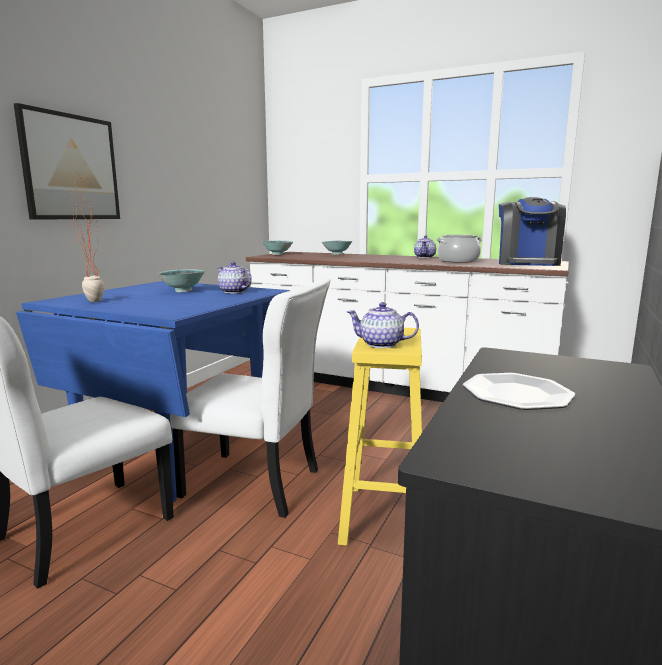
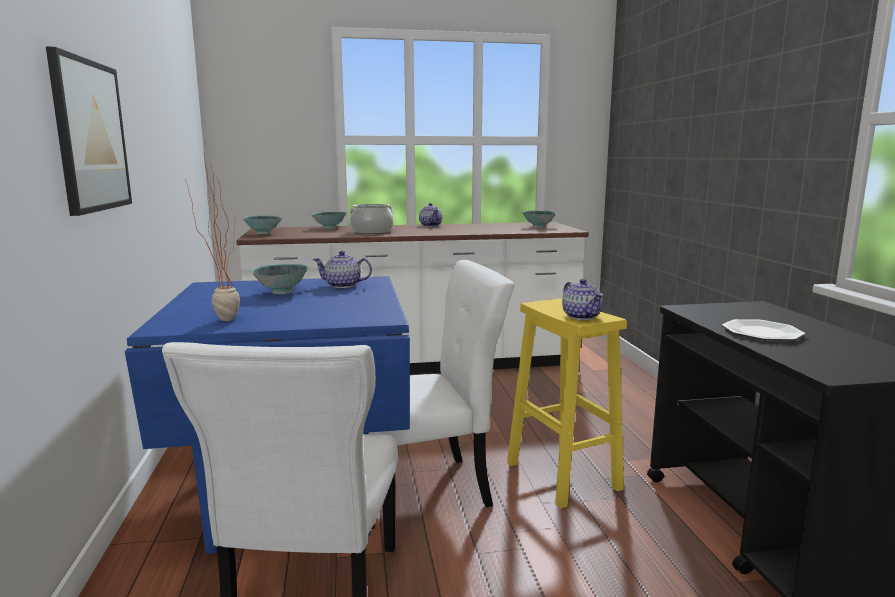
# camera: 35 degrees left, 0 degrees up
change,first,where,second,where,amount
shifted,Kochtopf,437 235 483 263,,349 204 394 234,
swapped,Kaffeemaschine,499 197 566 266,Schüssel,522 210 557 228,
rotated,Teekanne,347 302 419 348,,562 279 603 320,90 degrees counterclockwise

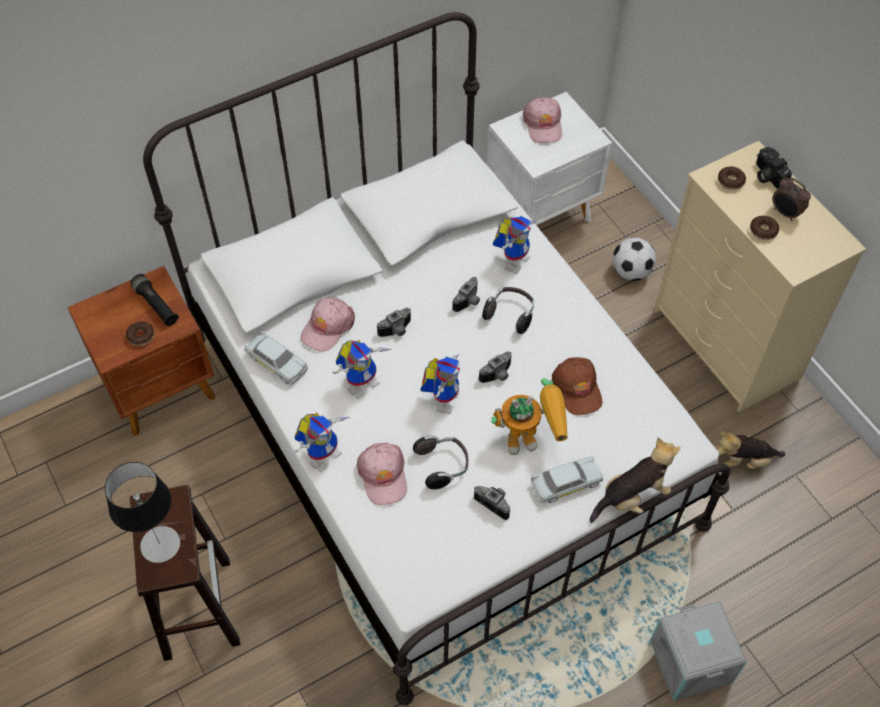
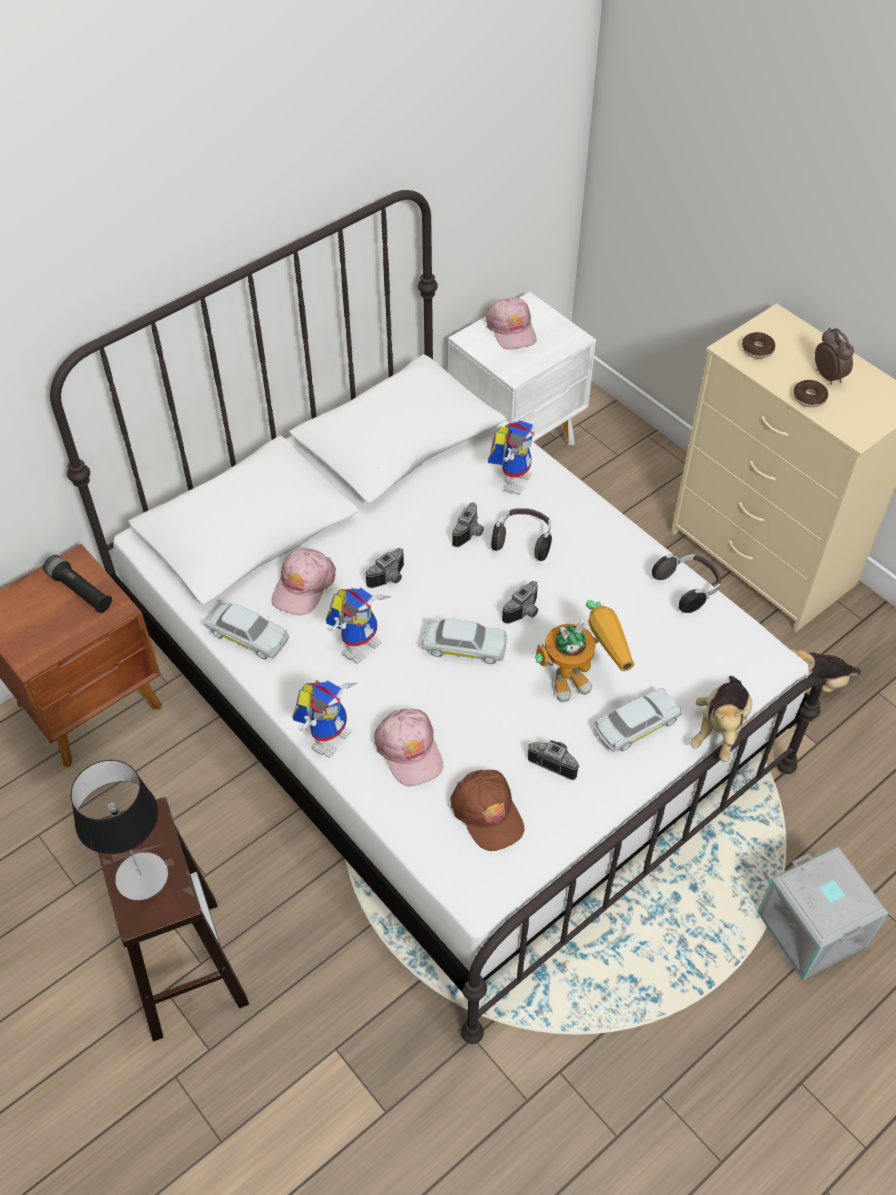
# camera: 10 degrees left, 5 degrees down
change,first,where,second,where,amount
gone,Donut,126 321 154 346,,,
gone,Fußball,613 237 656 281,,,
gone,Kamera,756 147 792 189,,,
shifted,Kopfhörer,413 436 468 489,,652 554 721 613,
shifted,Kappe [braun],552 357 602 415,,450 770 524 851,
swapped,Spielzeugroboter,421 354 460 414,Spielzeugauto [weiß],422 618 507 664,
rotated,Plüschtier,589 437 681 523,,690 676 752 762,150 degrees clockwise
rotated,Wecker,772 177 811 221,,815 328 854 385,150 degrees counterclockwise

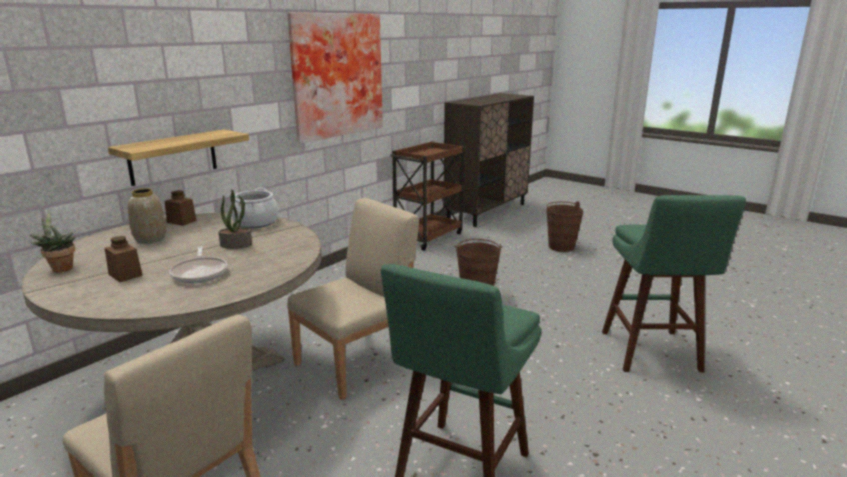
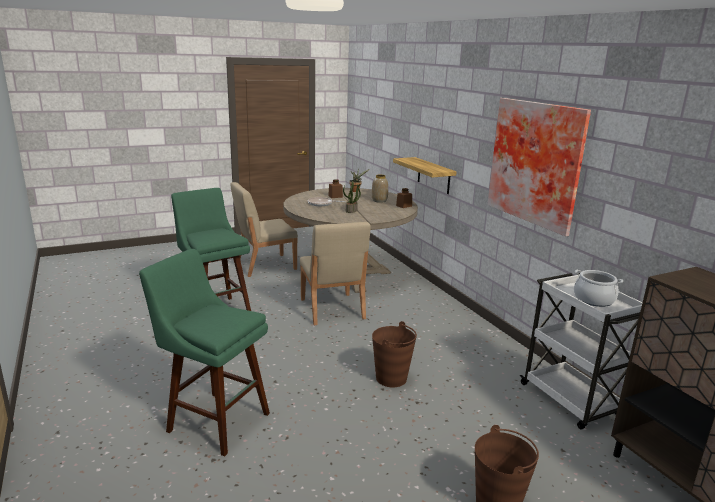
# camera: 115 degrees right, 0 degrees up
change,first,where,second,where,amount
shifted,Kochtopf,231 188 278 229,,574 270 623 307,
repainted,Rollwagen [braun],390 141 465 251,Rollwagen [weiß],519 273 643 429,

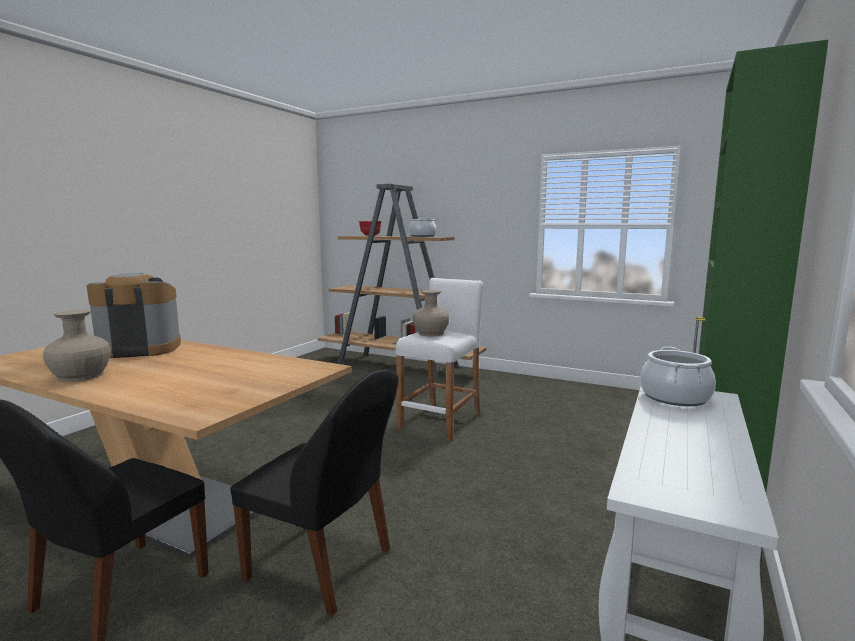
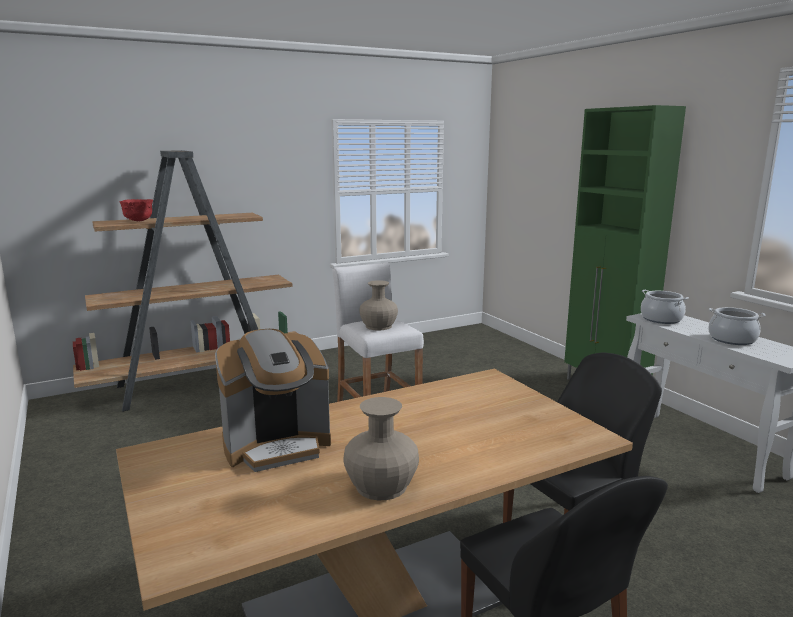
# camera: 55 degrees left, 5 degrees up
change,first,where,second,where,amount
shifted,Kochtopf,409 218 436 237,,708 307 766 345,
rotated,Kaffeemaschine,87 273 181 358,,215 329 331 472,135 degrees counterclockwise

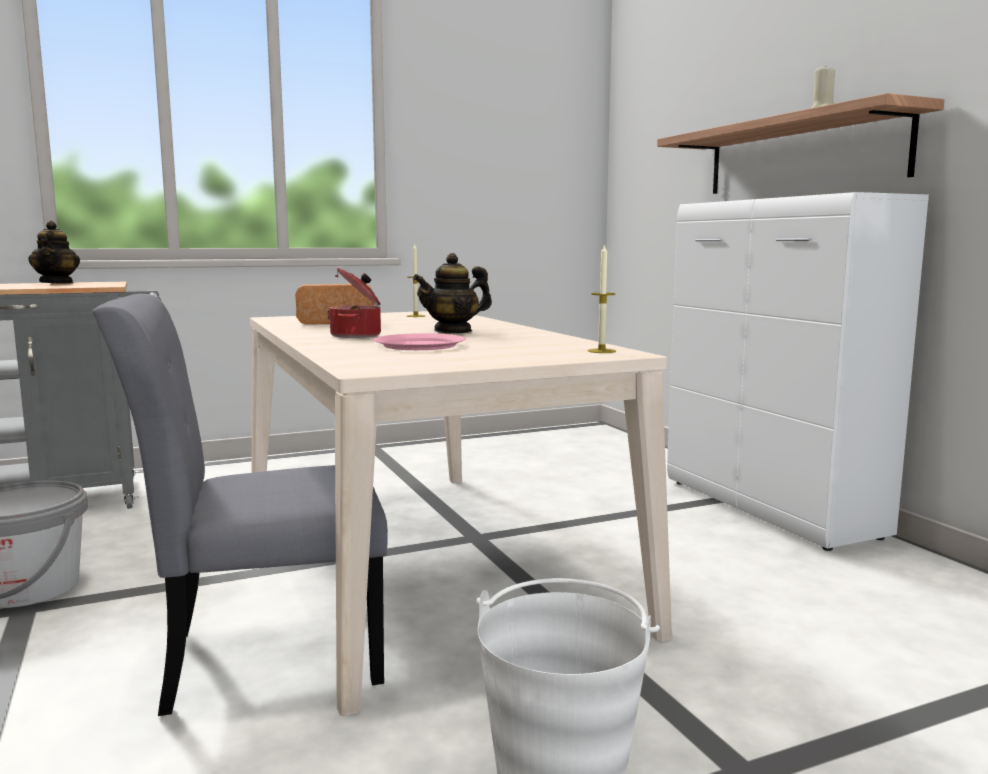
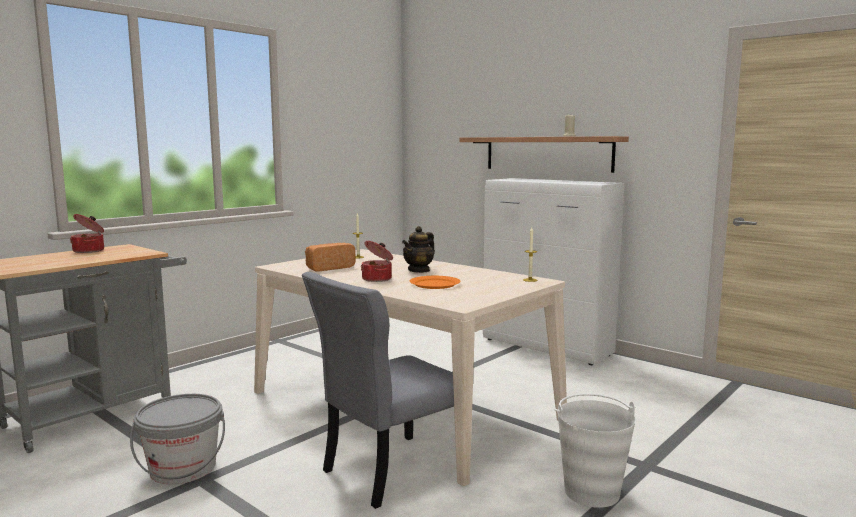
# camera: 25 degrees left, 0 degrees up
change,first,where,second,where,amount
swapped,Teekanne,28 221 80 284,Kochtopf,70 214 104 253,
repainted,Teller [rosa],374 333 466 350,Teller [orange],410 276 461 289,

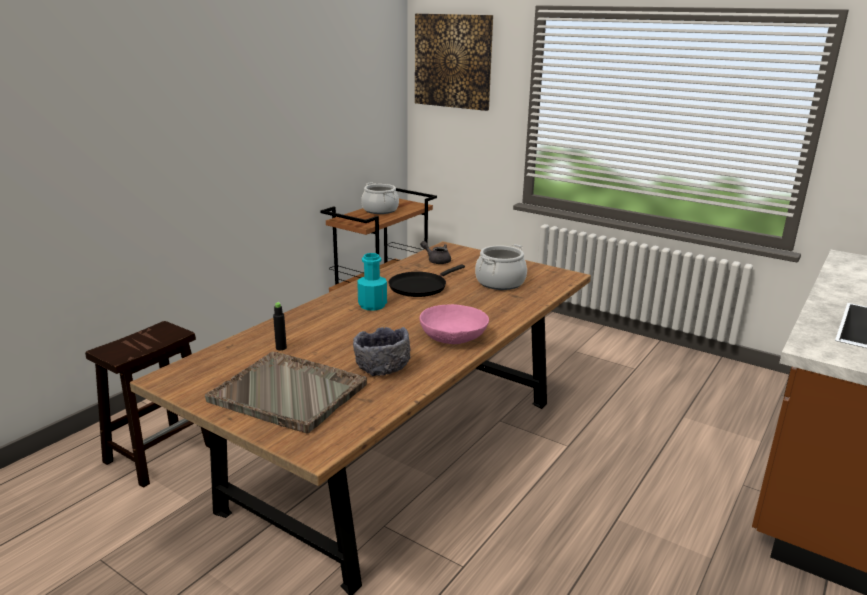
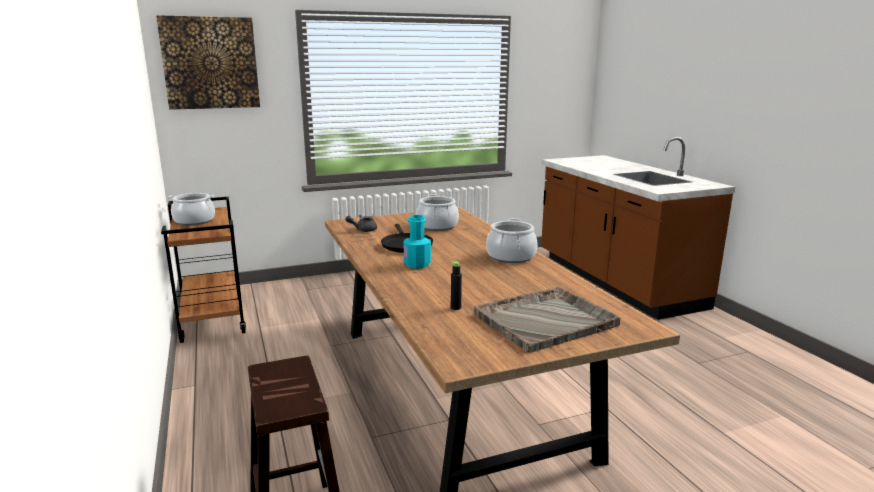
# camera: 55 degrees left, 5 degrees down
change,first,where,second,where,amount
gone,Schüssel [grau],353 327 411 376,,,
swapped,Schüssel [rosa],420 304 489 344,Kochtopf,486 218 538 263,

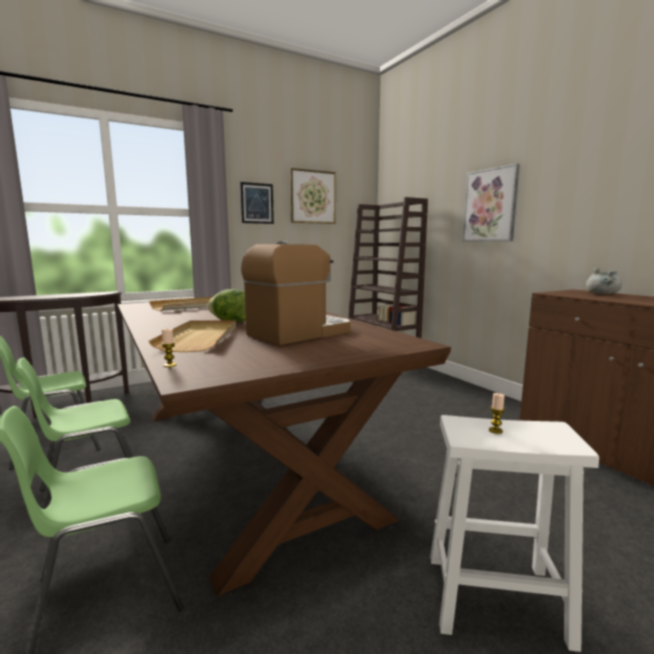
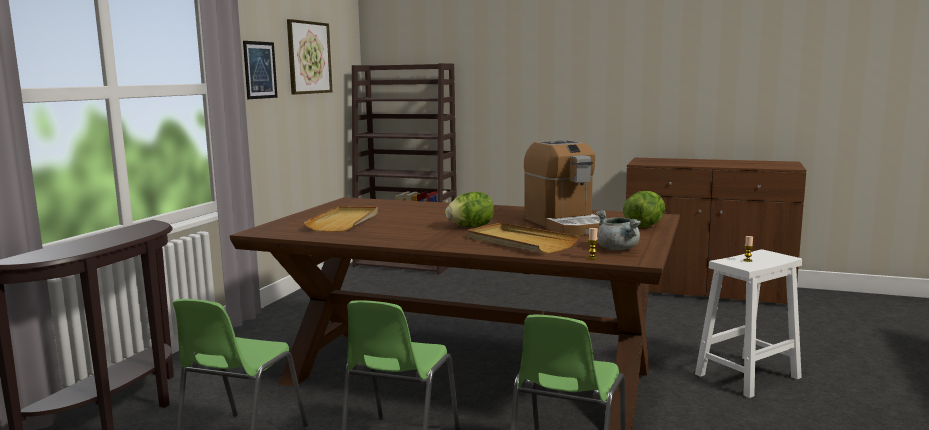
# camera: 40 degrees left, 0 degrees up
change,first,where,second,where,amount
gone,Bild,463 163 520 242,,,
new,,,Salatkopf,623 191 665 227,
shifted,Kochtopf [grau],586 268 622 294,,596 210 641 250,
rotated,Kaffeemaschine,241 242 351 346,,524 140 606 236,150 degrees clockwise

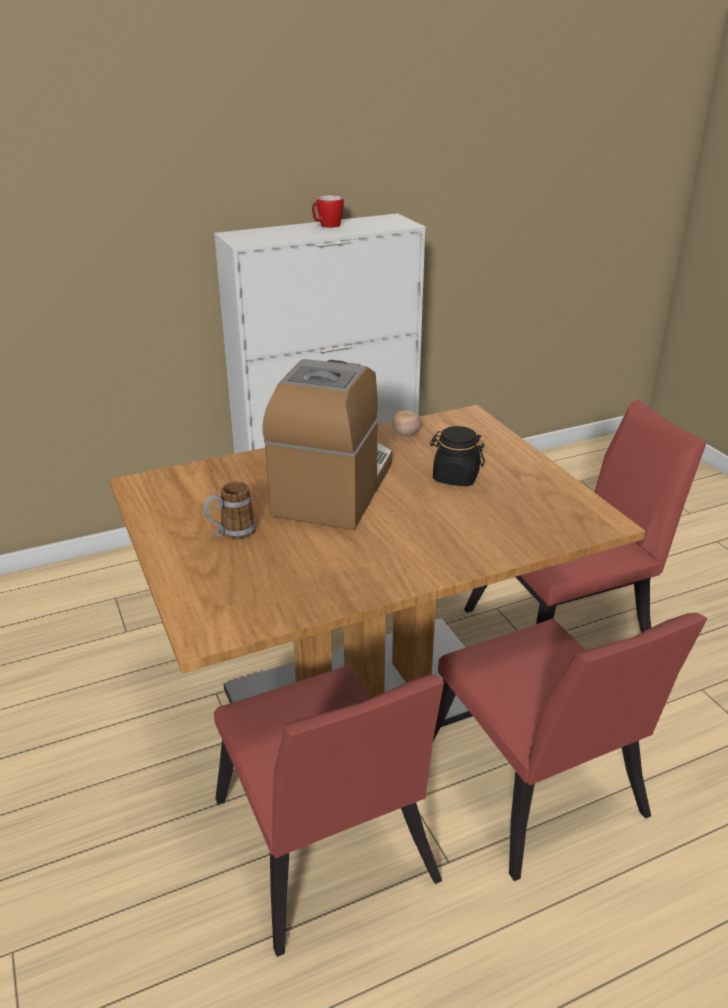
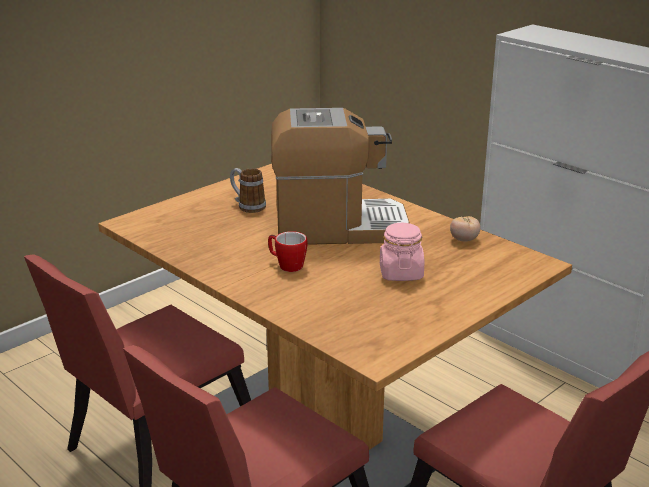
# camera: 70 degrees right, 5 degrees down
change,first,where,second,where,amount
shifted,Henkelbecher,312 195 344 228,,268 231 307 272,
repainted,Vorratsglas [schwarz],430 426 485 486,Vorratsglas [rosa],380 223 424 281,

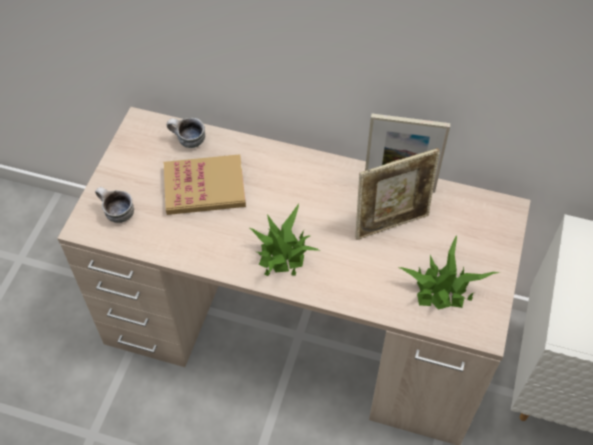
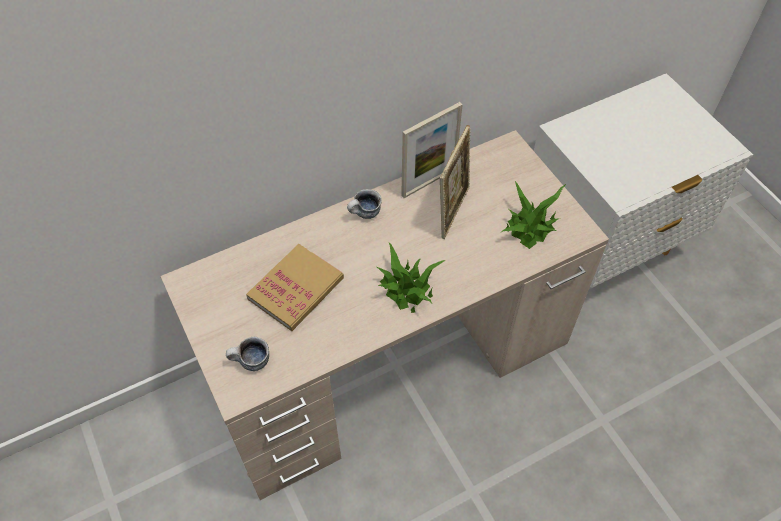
# camera: 45 degrees left, 0 degrees up
change,first,where,second,where,amount
shifted,Henkelbecher,167 118 205 148,,347 189 382 219,

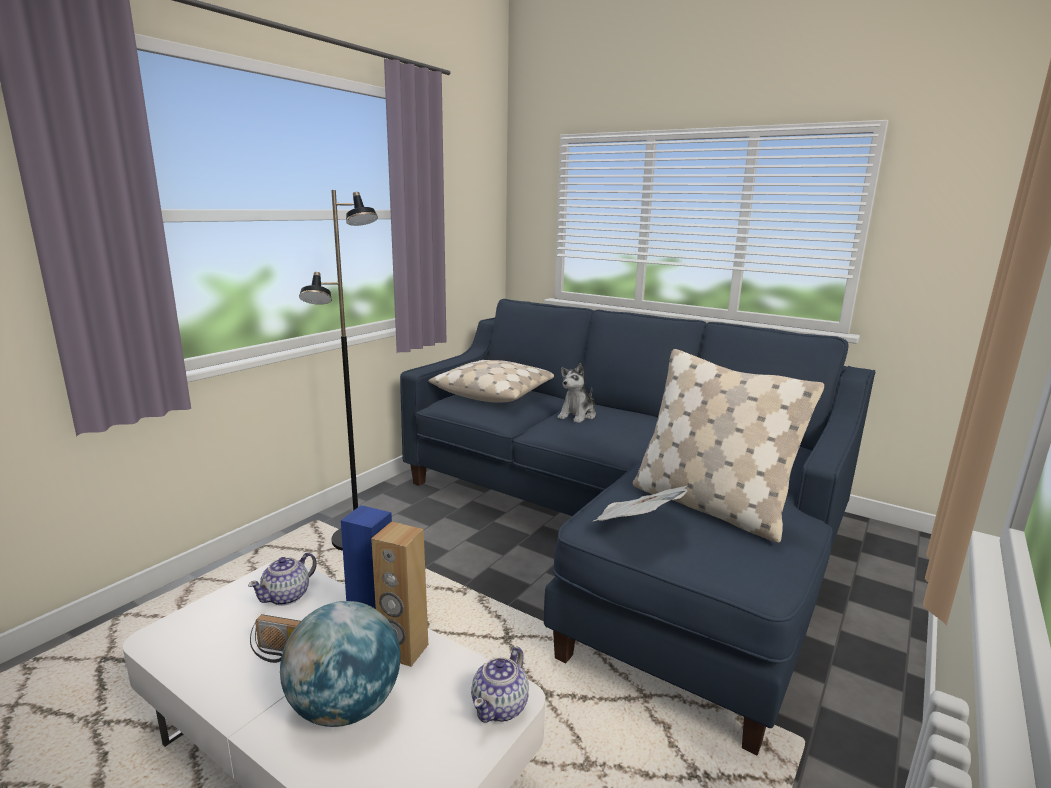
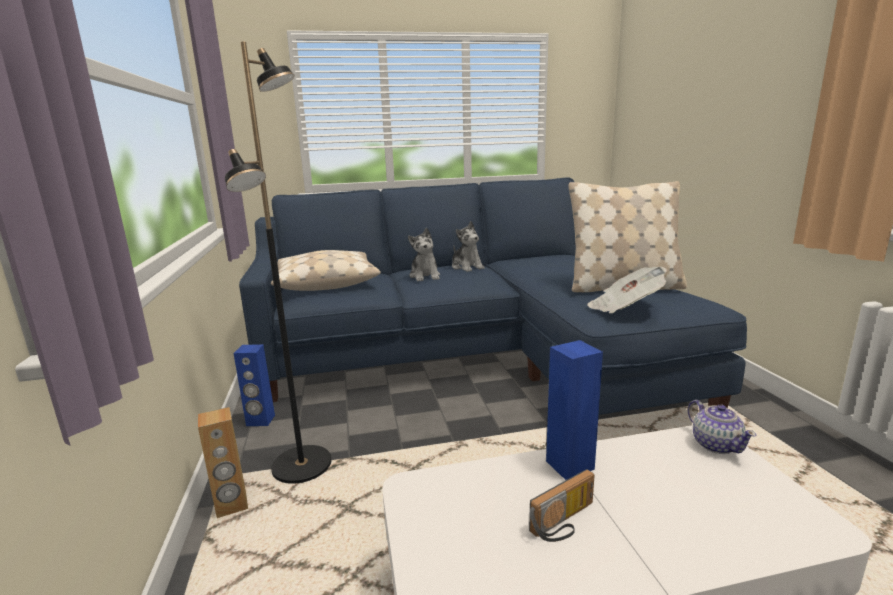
# camera: 45 degrees left, 0 degrees up
change,first,where,second,where,amount
gone,Teekanne,248 552 317 606,,,
gone,Globus,280 601 401 727,,,
new,,,Lautsprecher [blau],233 344 275 426,
new,,,Plüschtier,452 221 485 272,
shifted,Lautsprecher [braun],371 521 428 667,,198 407 248 518,

